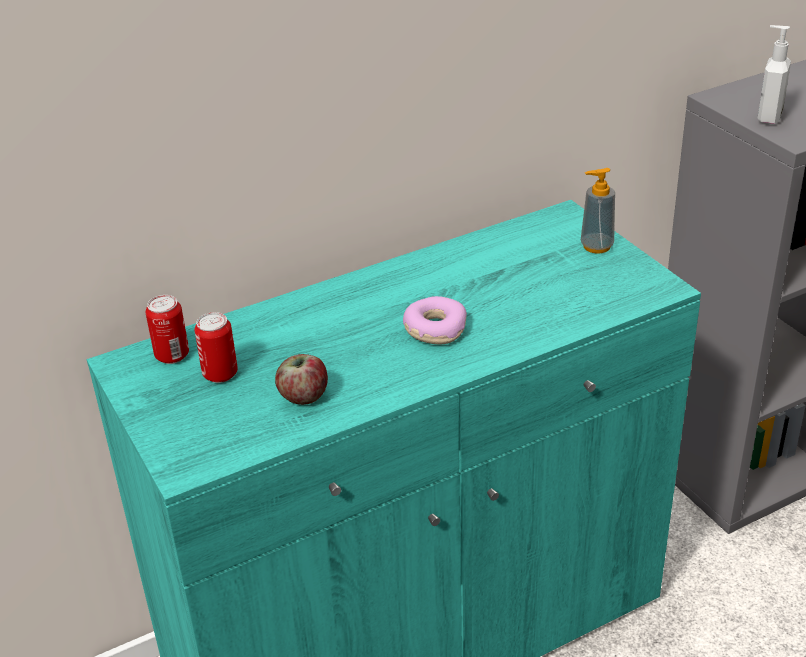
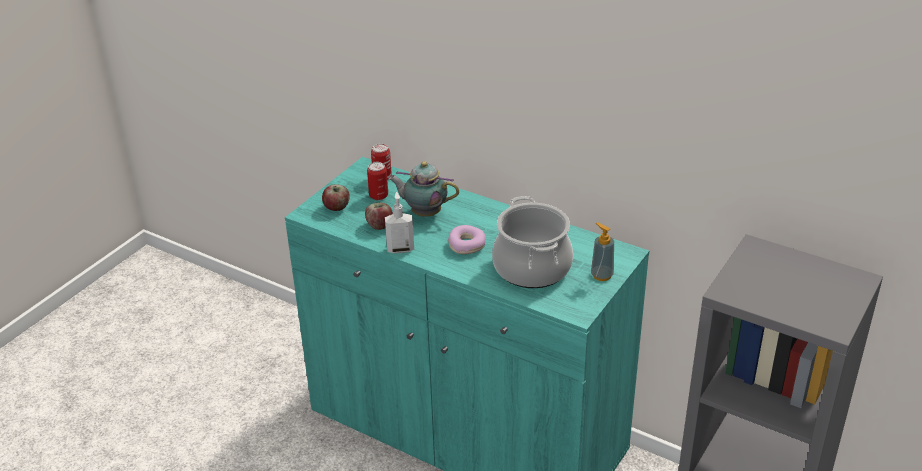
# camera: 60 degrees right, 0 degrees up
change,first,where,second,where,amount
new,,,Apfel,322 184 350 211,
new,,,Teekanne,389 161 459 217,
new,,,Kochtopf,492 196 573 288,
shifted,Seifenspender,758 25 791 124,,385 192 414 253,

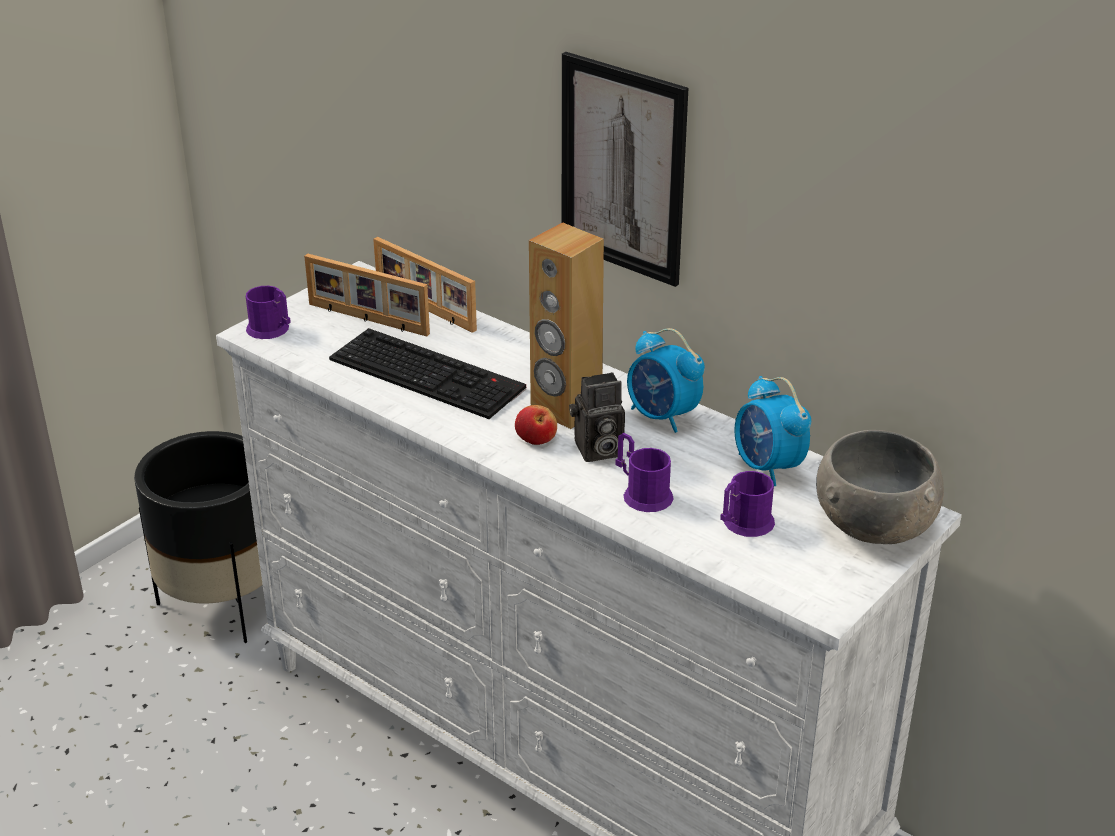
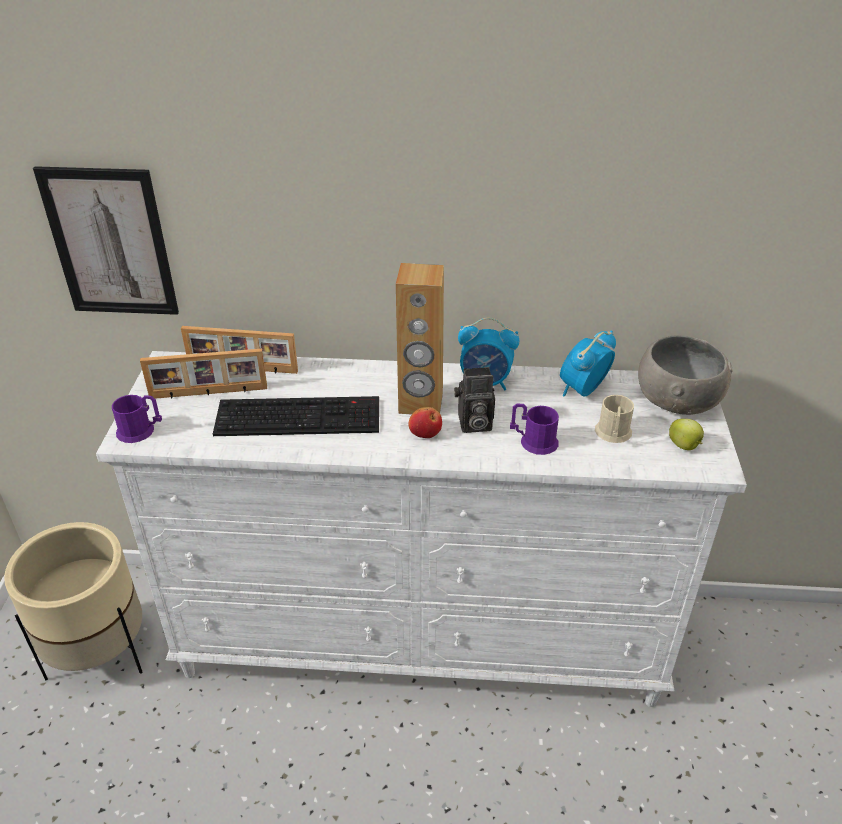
# camera: 35 degrees left, 5 degrees up
change,first,where,second,where,amount
new,,,Apfel,669 419 704 450,
shifted,Bild,562 52 688 287,,33 166 179 315,
repainted,Pflanzkübel [schwarz],134 431 263 643,Pflanzkübel [beige],4 522 142 681,
repainted,Henkelbecher [lila],720 471 775 537,Henkelbecher [beige],595 395 634 443,
rotated,Kamera,569 372 625 462,,454 367 495 433,45 degrees clockwise
rotated,Wecker,734 376 811 486,,560 331 616 397,105 degrees clockwise

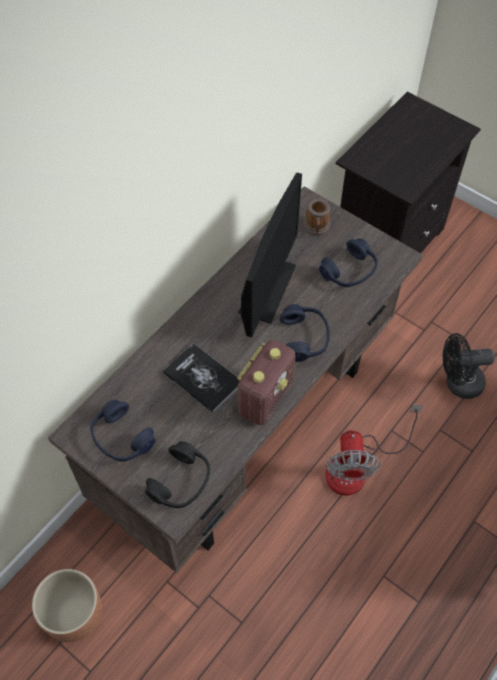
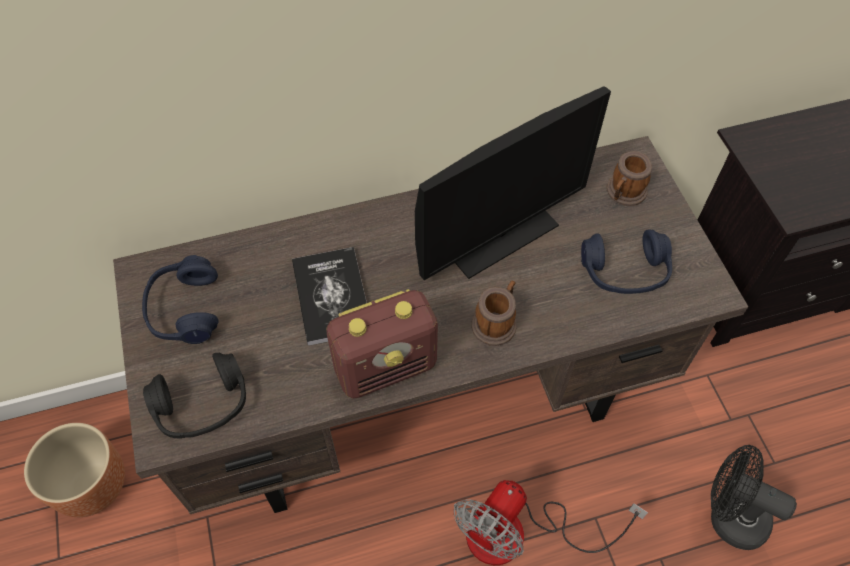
# camera: 35 degrees right, 0 degrees up
change,first,where,second,where,amount
swapped,Kopfhörer [blau],279 304 330 362,Henkelbecher,471 281 517 346,

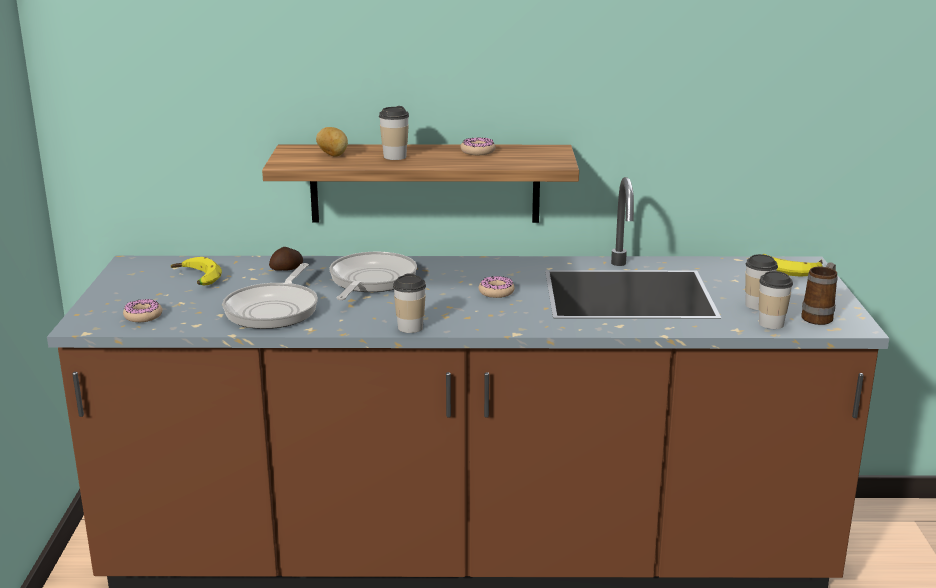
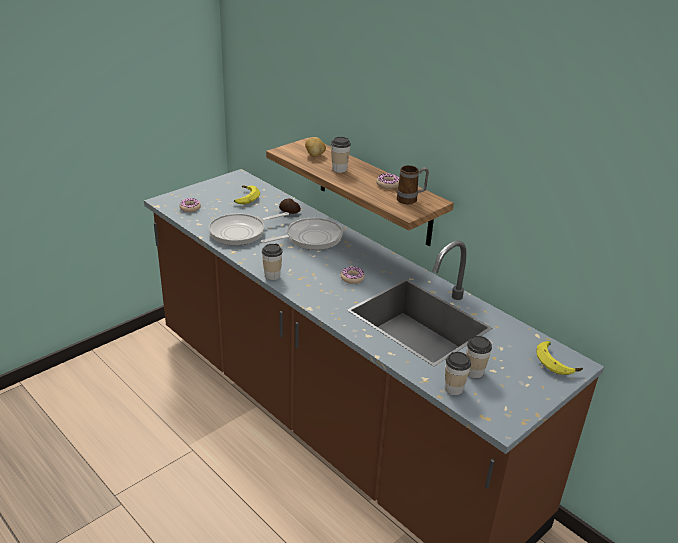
# camera: 45 degrees right, 10 degrees up
change,first,where,second,where,amount
shifted,Henkelbecher,801 262 838 325,,397 165 429 204,

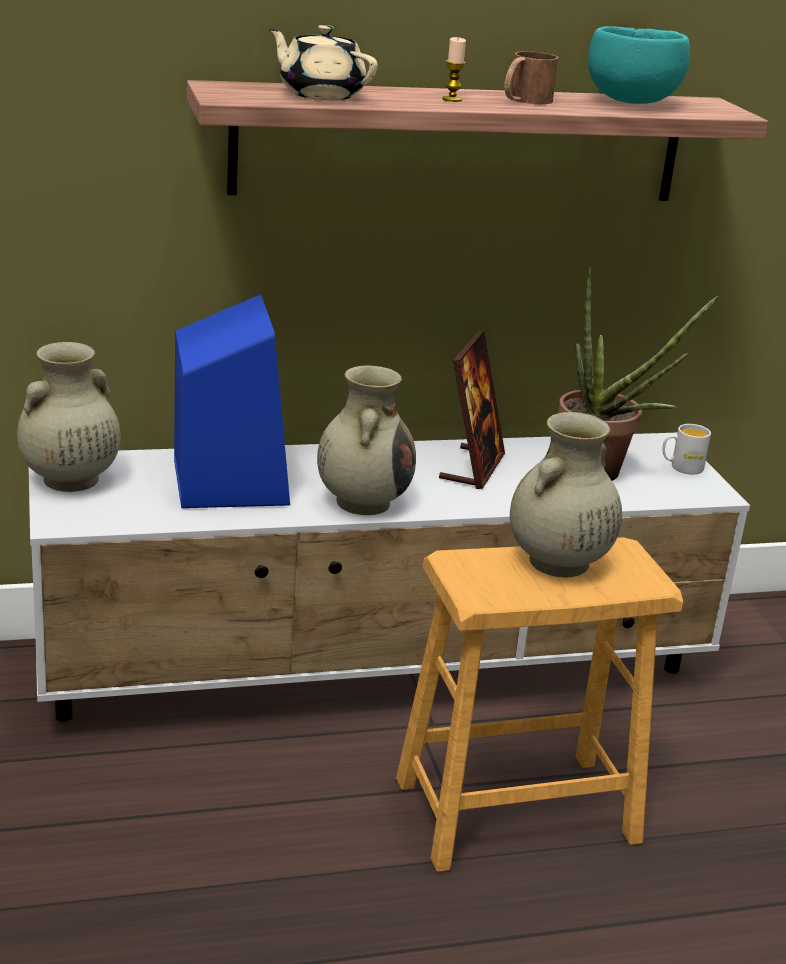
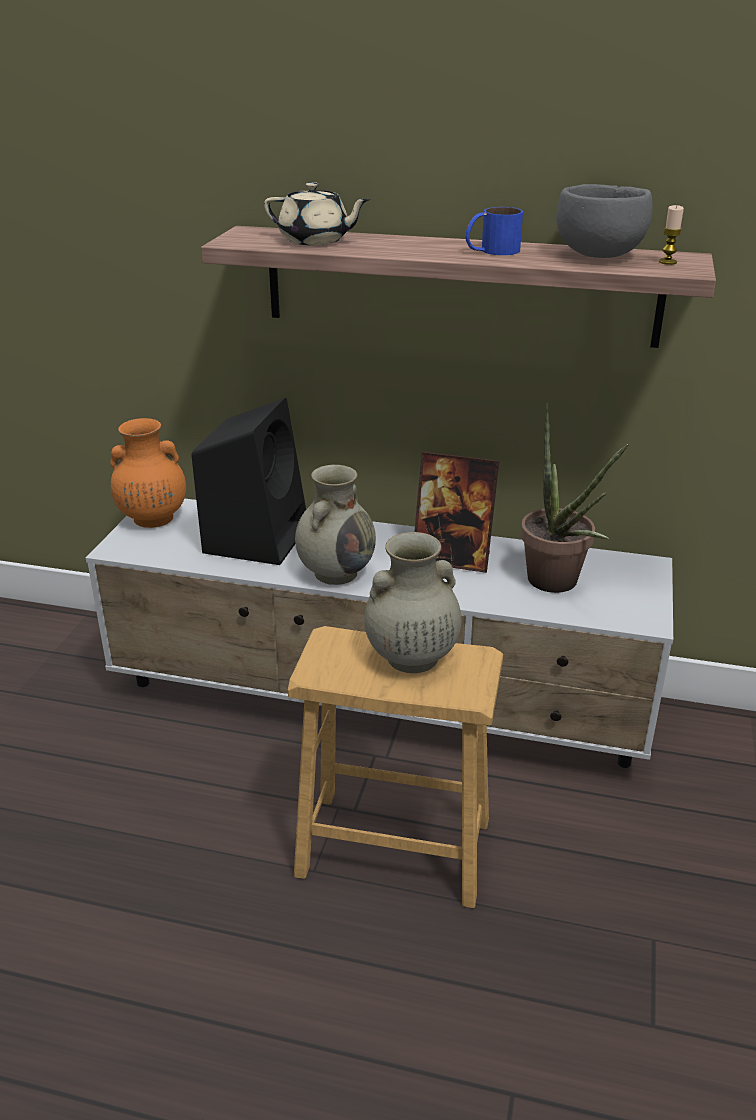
# camera: 30 degrees right, 5 degrees up
change,first,where,second,where,amount
gone,Henkelbecher [weiß],662 424 711 475,,,
shifted,Kerze,442 37 466 102,,659 205 684 265,
repainted,Vase [beige],17 342 121 492,Vase [orange],110 418 186 528,
repainted,Lautsprecher [blau],174 294 290 508,Lautsprecher [schwarz],191 398 306 565,
repainted,Henkelbecher [braun],504 51 558 104,Henkelbecher [blau],465 207 523 255,
repainted,Schüssel [türkis],588 26 690 104,Schüssel [grau],556 184 653 258,
rotated,Teekanne [beige],268 25 378 100,,264 182 370 245,135 degrees clockwise
rotated,Bilderrahmen,439 331 505 489,,414 452 499 573,60 degrees clockwise

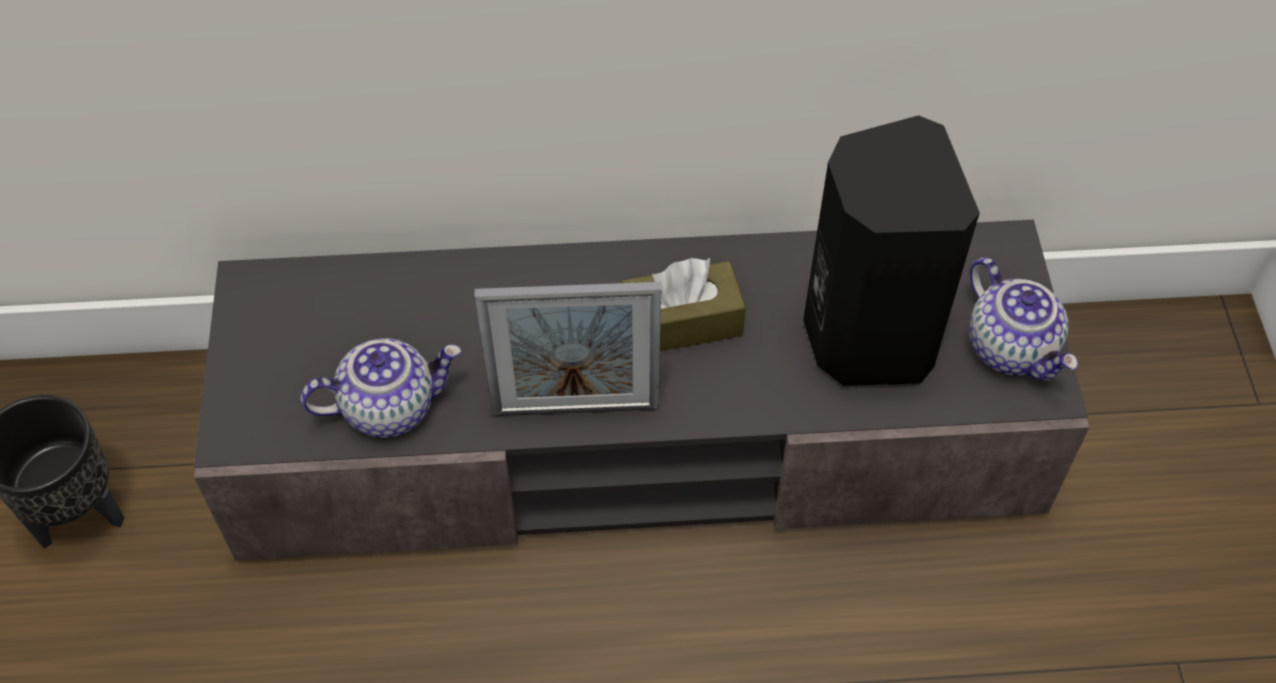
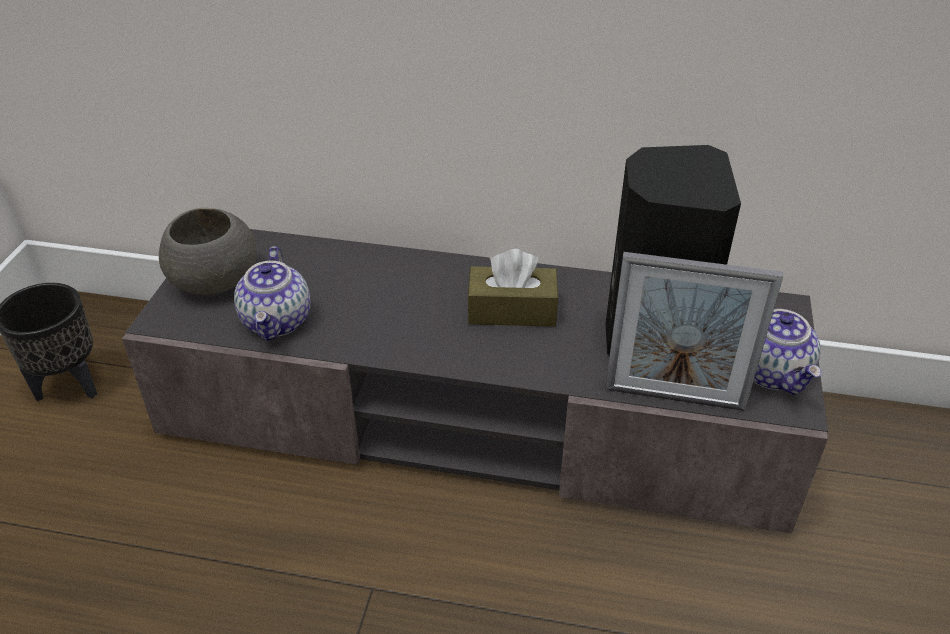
# camera: 15 degrees right, 15 degrees down
change,first,where,second,where,amount
new,,,Schüssel [grau],159 207 257 295,
shifted,Bilderrahmen,474 282 661 416,,605 252 783 411,
rotated,Teekanne,300 338 461 437,,234 246 311 341,90 degrees clockwise

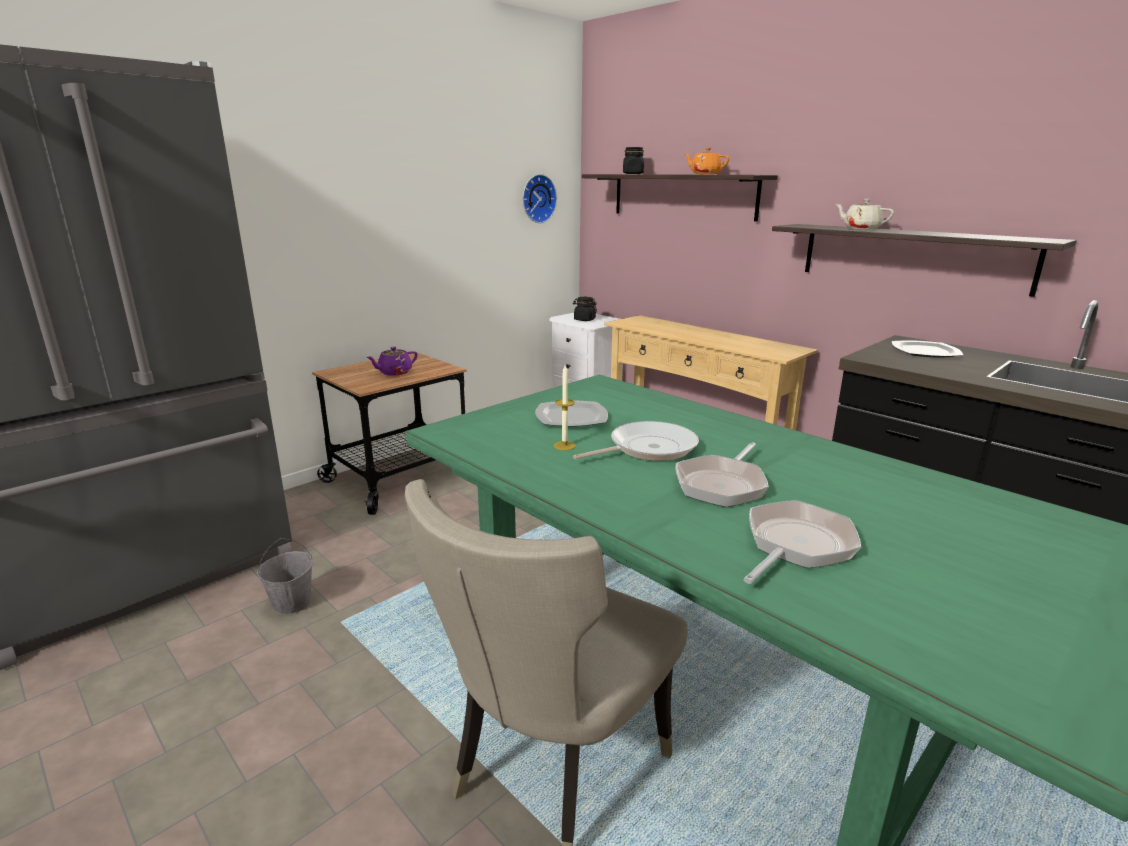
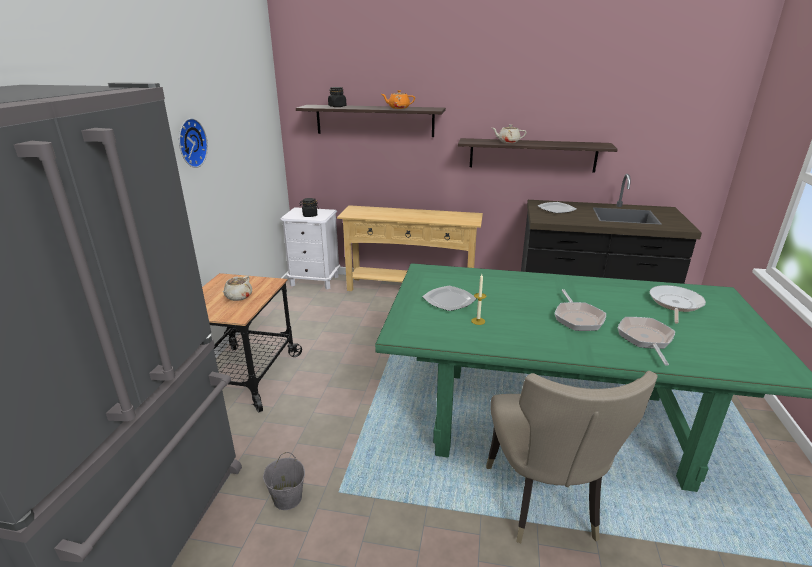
# camera: 35 degrees left, 5 degrees up
change,first,where,second,where,amount
shifted,Wanduhr,523 174 557 223,,179 118 208 168,
shifted,Pfanne,573 421 699 461,,650 285 706 324,
repainted,Teekanne [lila],366 347 418 376,Teekanne [beige],222 276 252 301,

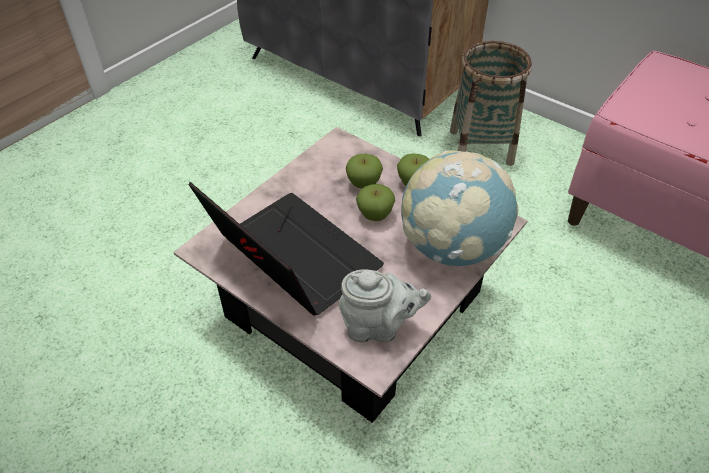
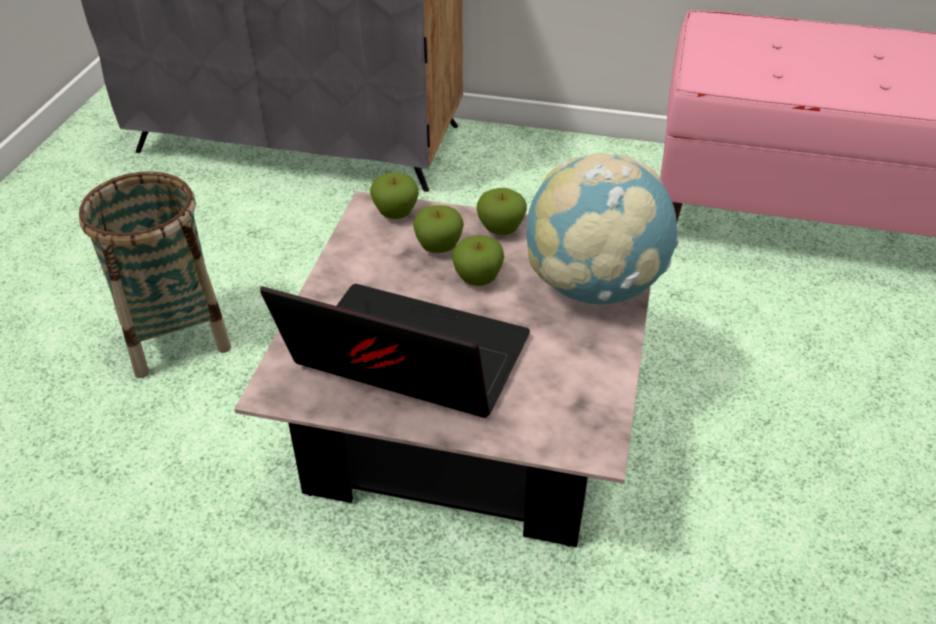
# camera: 25 degrees left, 5 degrees down
change,first,where,second,where,amount
gone,Teekanne [grau],339 269 431 342,,,
new,,,Apfel,370 173 419 219,
shifted,Korb,450 41 532 166,,79 171 231 378,

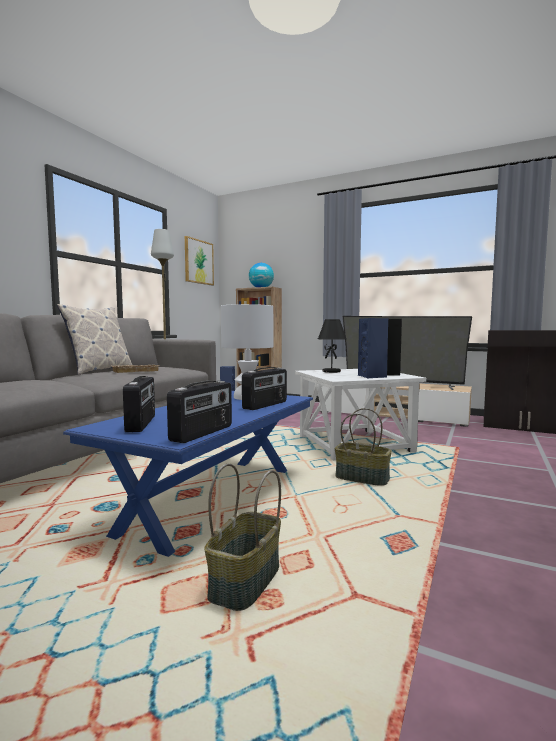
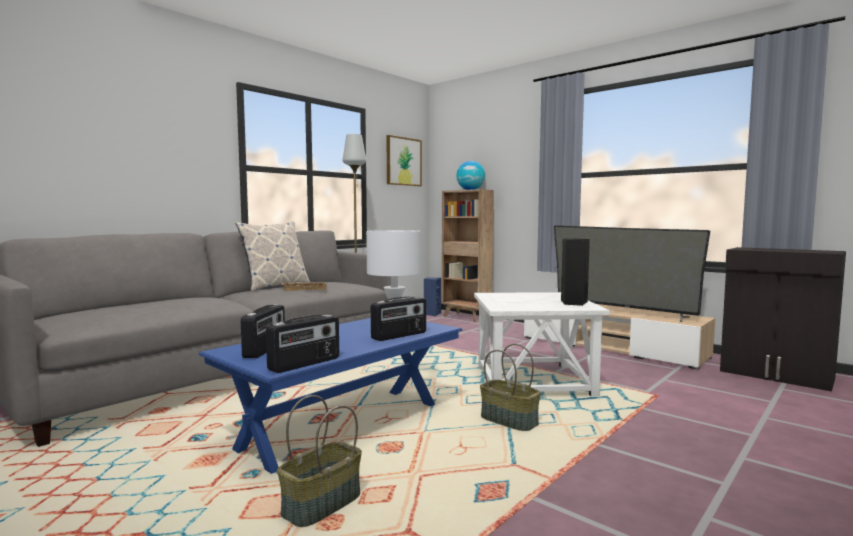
# camera: 15 degrees right, 0 degrees up
change,first,where,second,where,amount
gone,Tischlampe [schwarz],318 319 347 373,,,
gone,Lautsprecher [blau],358 318 388 378,,,

